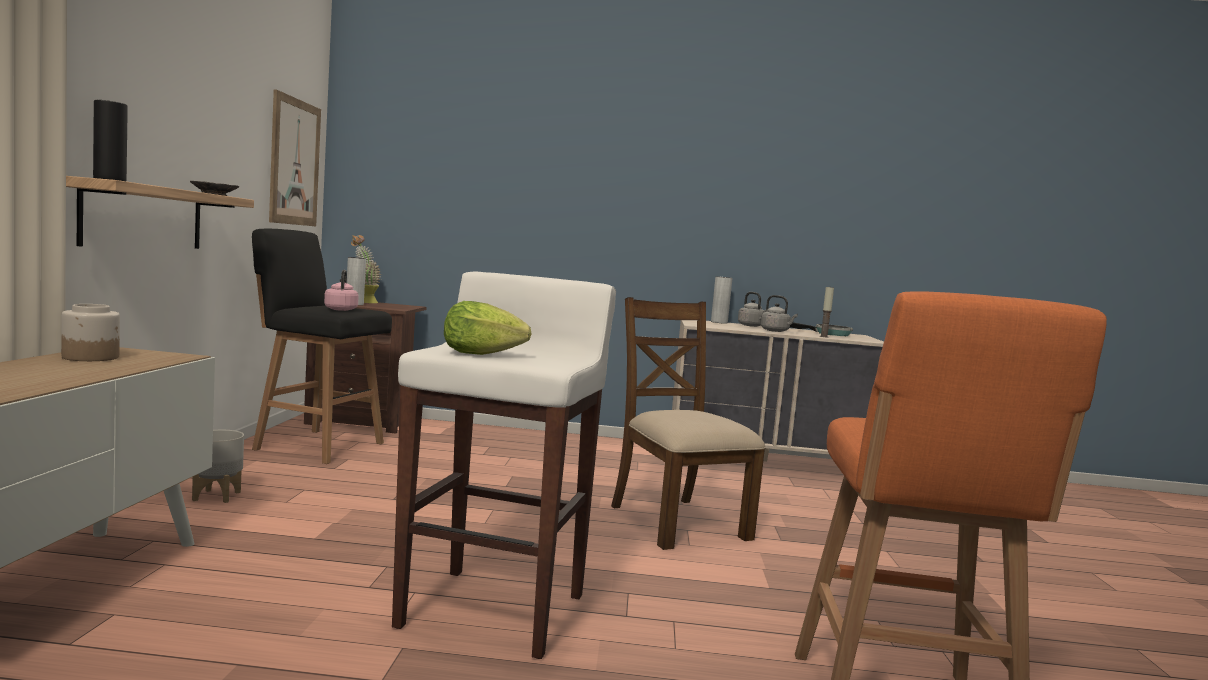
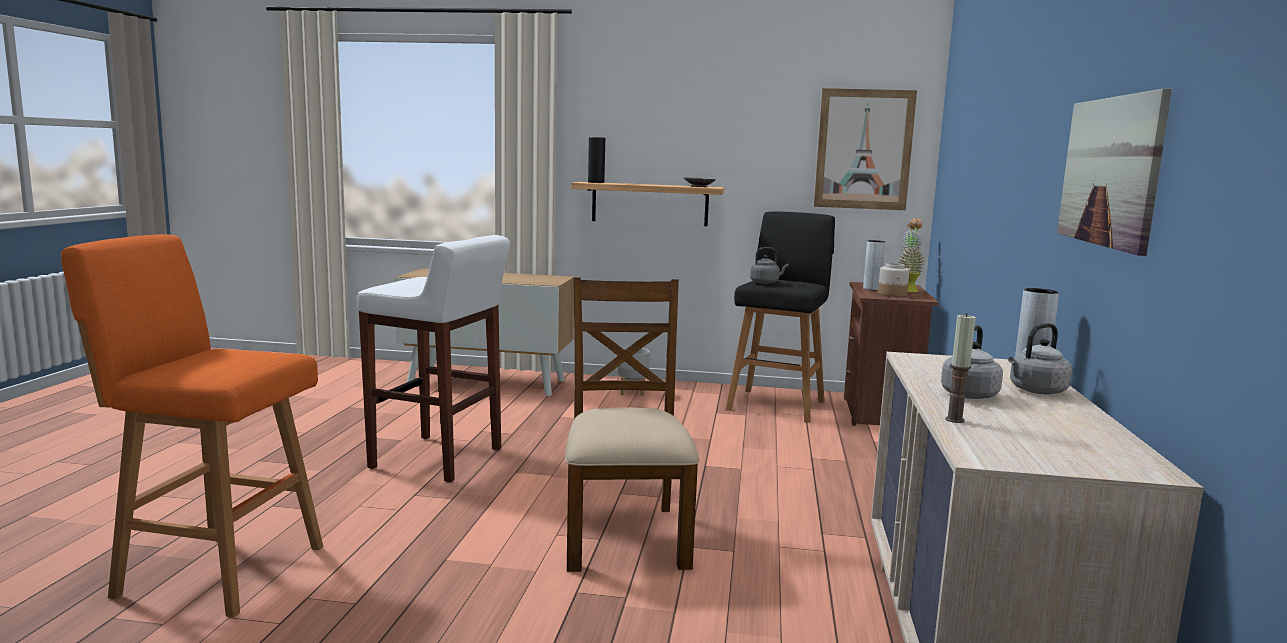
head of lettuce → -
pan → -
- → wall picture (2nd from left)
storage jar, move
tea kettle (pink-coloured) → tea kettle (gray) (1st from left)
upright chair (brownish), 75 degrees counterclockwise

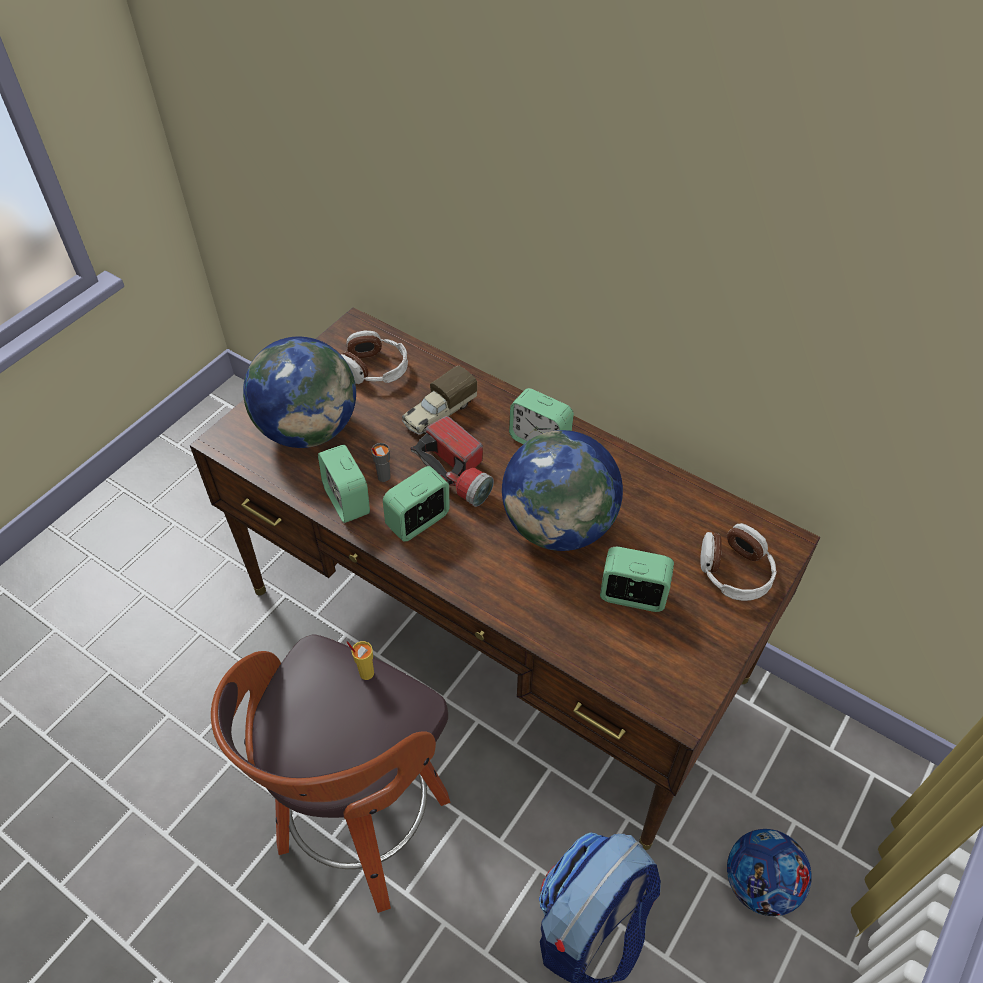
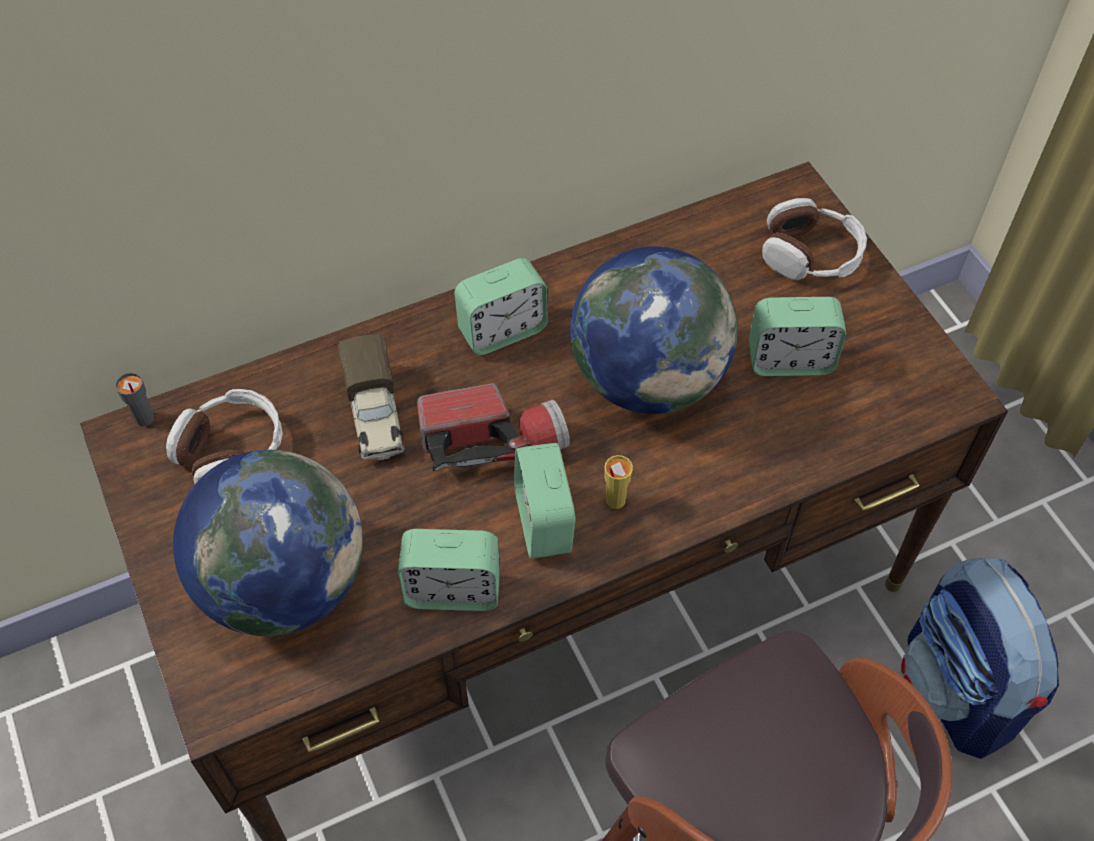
ball for football → -
cup (yellow), move
cup (gray), move
alarm clock (4th from left), 135 degrees counterclockwise

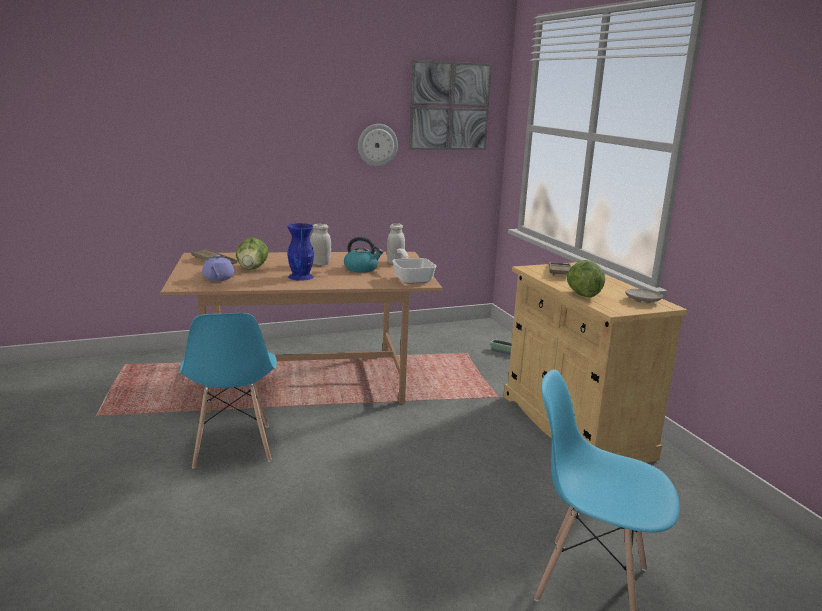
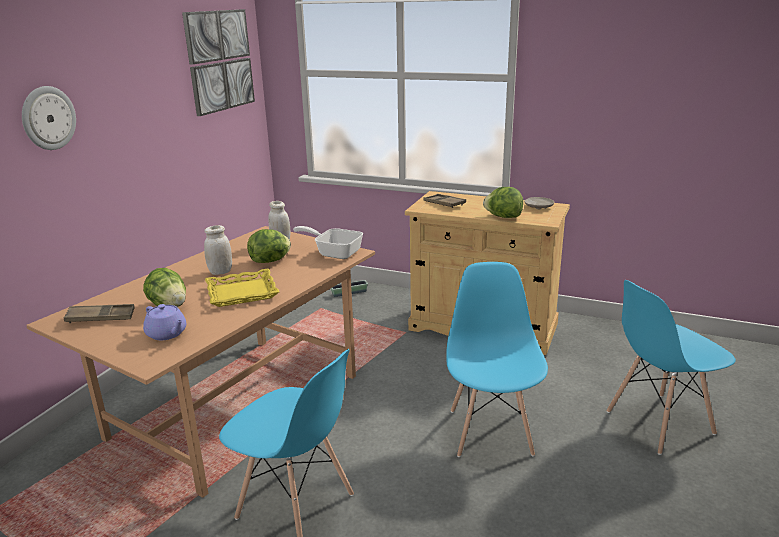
- → upright chair (blue) (2nd from left)
hanging clock, move
decorative vase (blue) → serving tray (yellow)
tea kettle → head of lettuce (2nd from left)

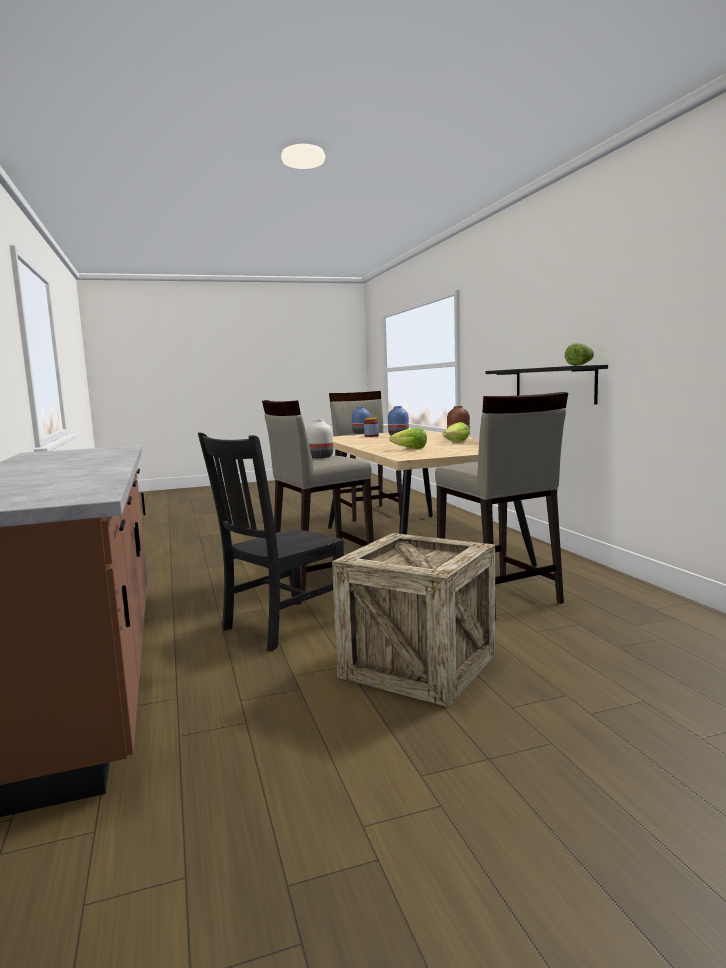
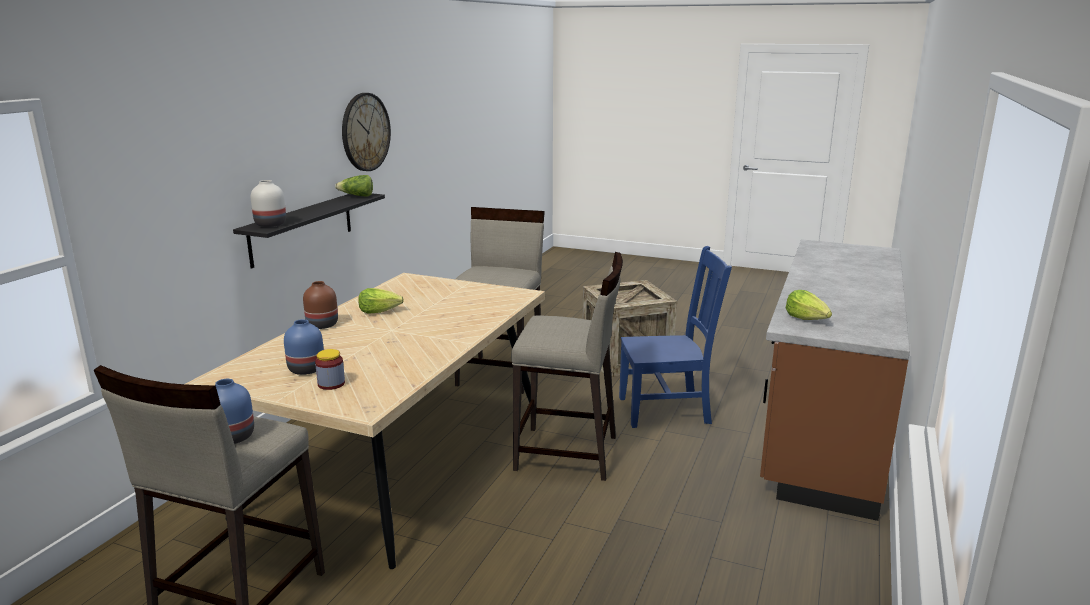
- → hanging clock
decorative vase (white), move
head of lettuce (1st from left in the first image) → head of lettuce (3rd from left), move
upright chair (black-coloured) → upright chair (blue)

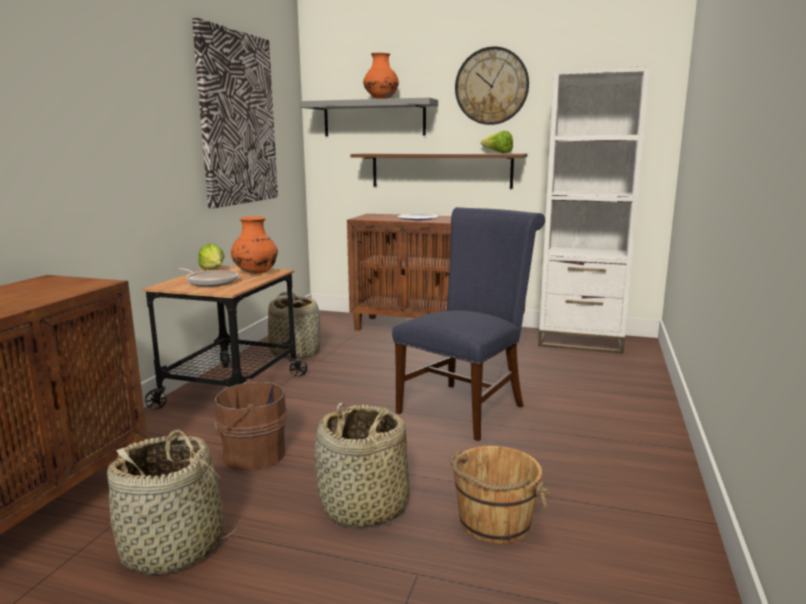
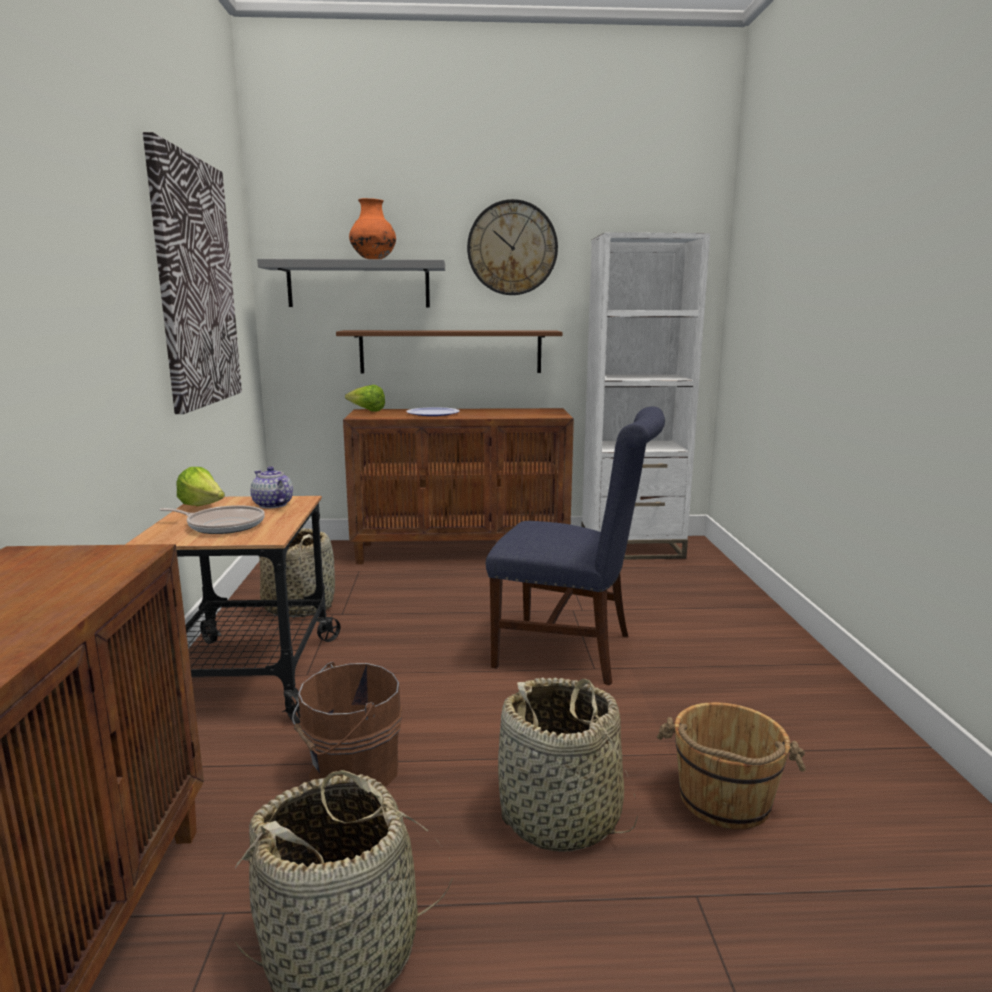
head of lettuce (2nd from left), move
decorative vase (orangey) (1st from left) → tea pot
upright chair (blue), 90 degrees clockwise

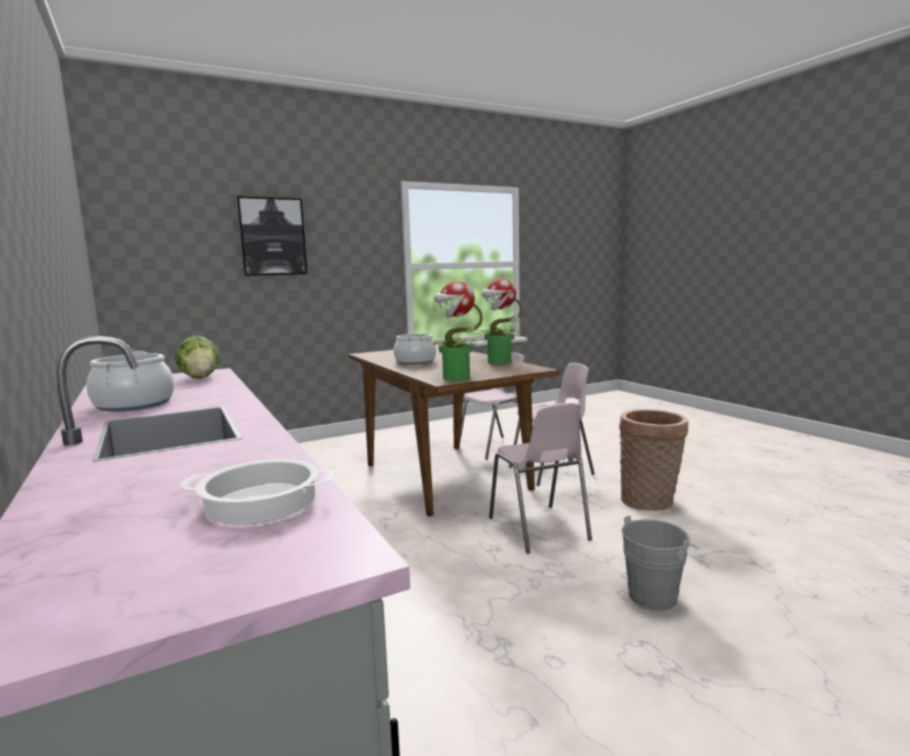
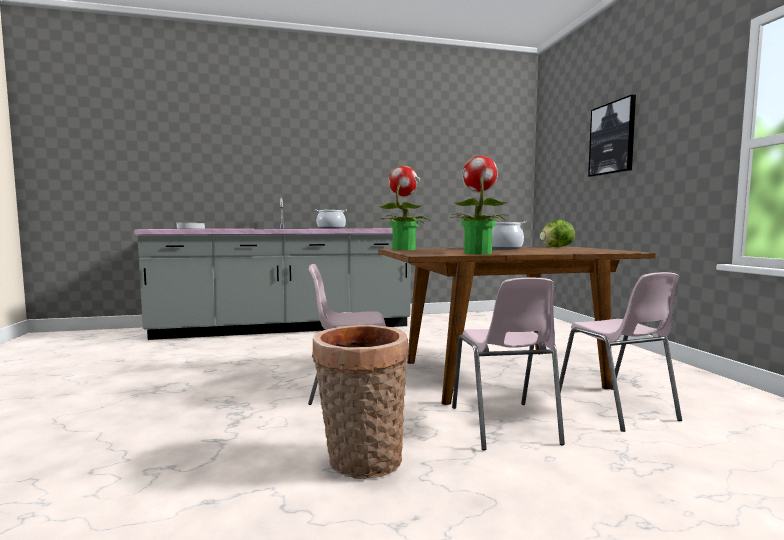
bucket (gray) → -
head of lettuce, move

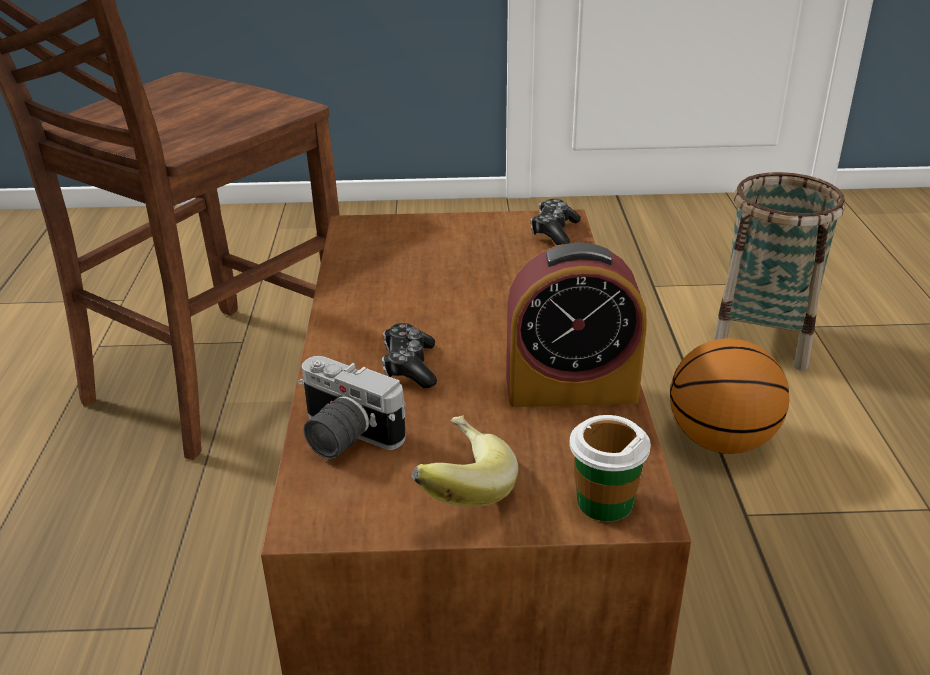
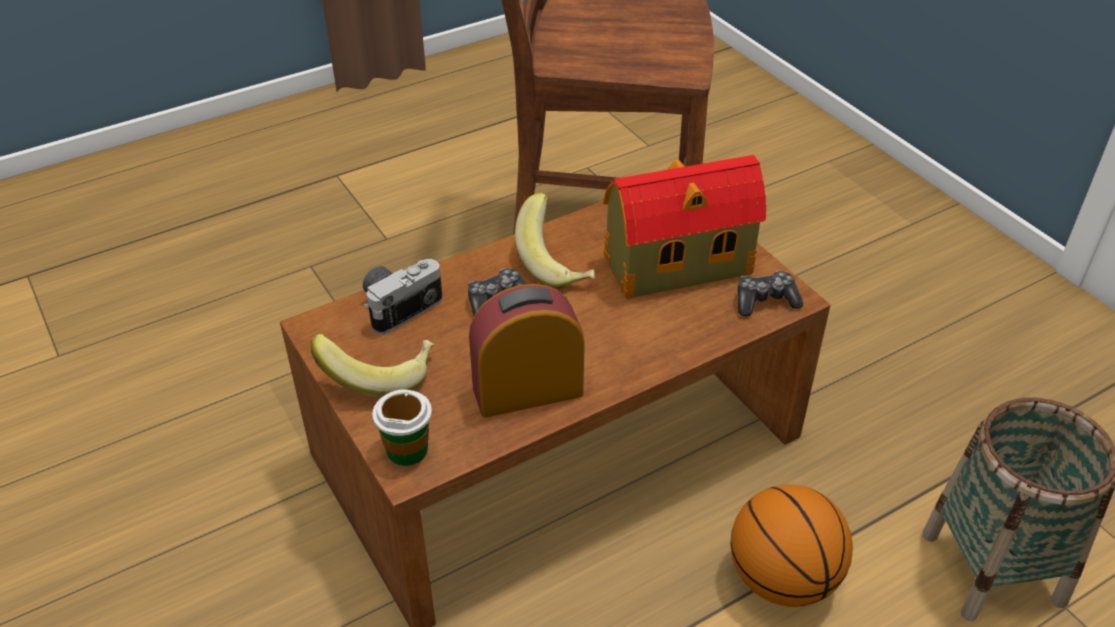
- → banana (2nd from left)
- → miniature house
photo camera, 45 degrees clockwise
alarm clock, 105 degrees clockwise

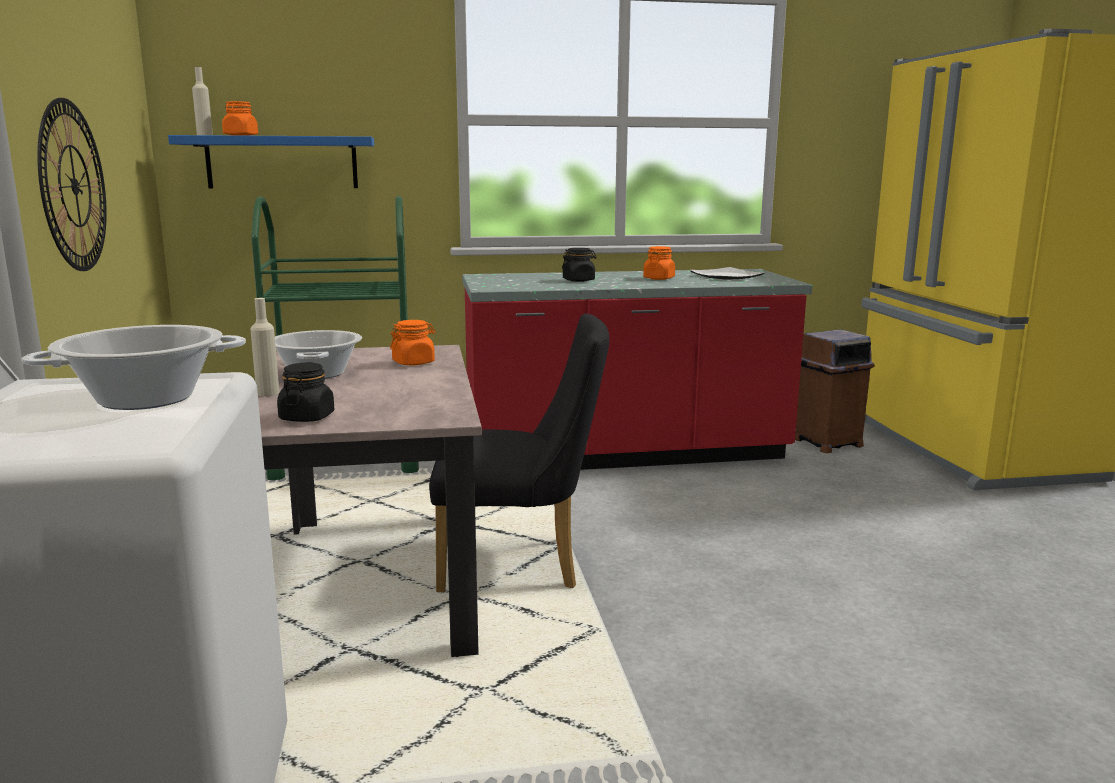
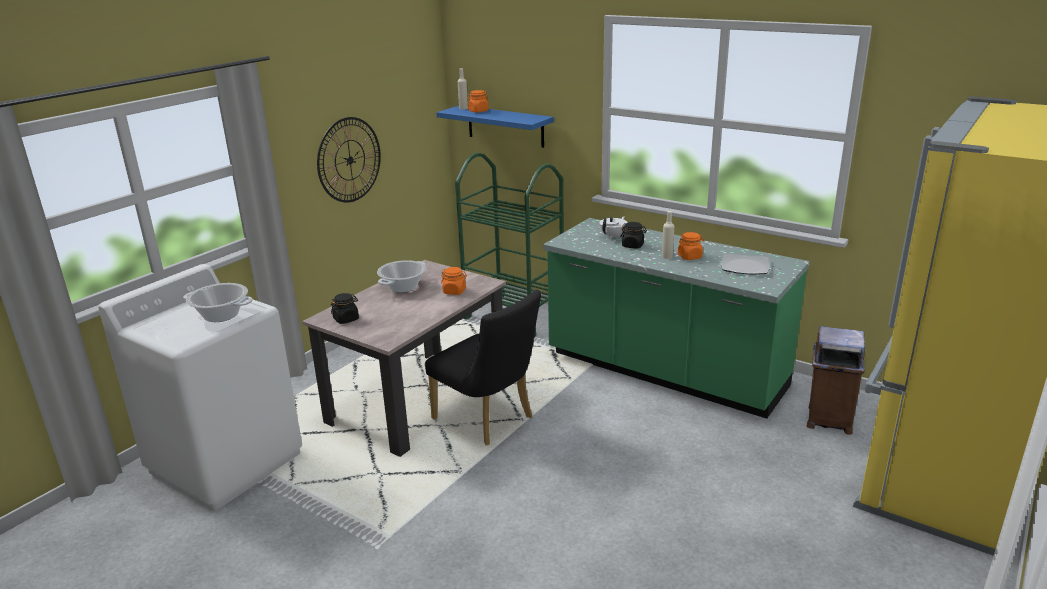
- → tea pot (white)
beverage bottle (beige) (2nd from left), move
counter (reddish) → counter (green)

